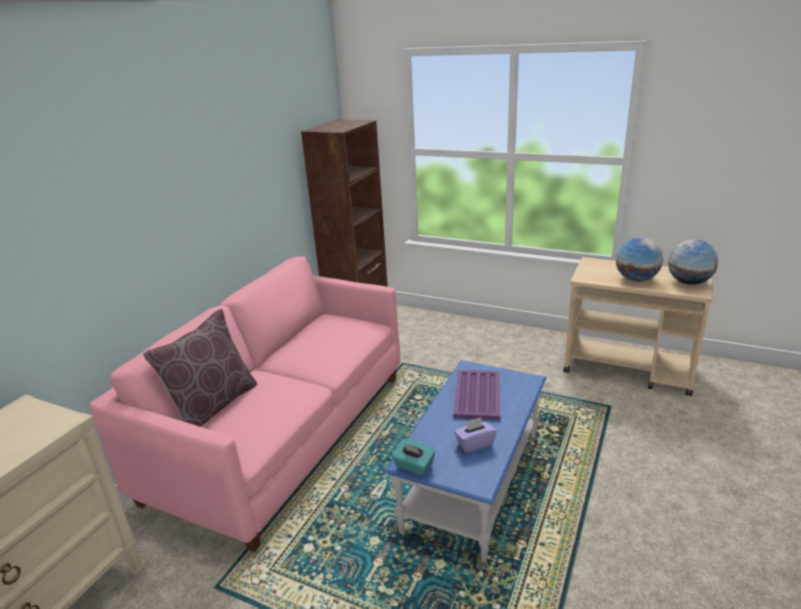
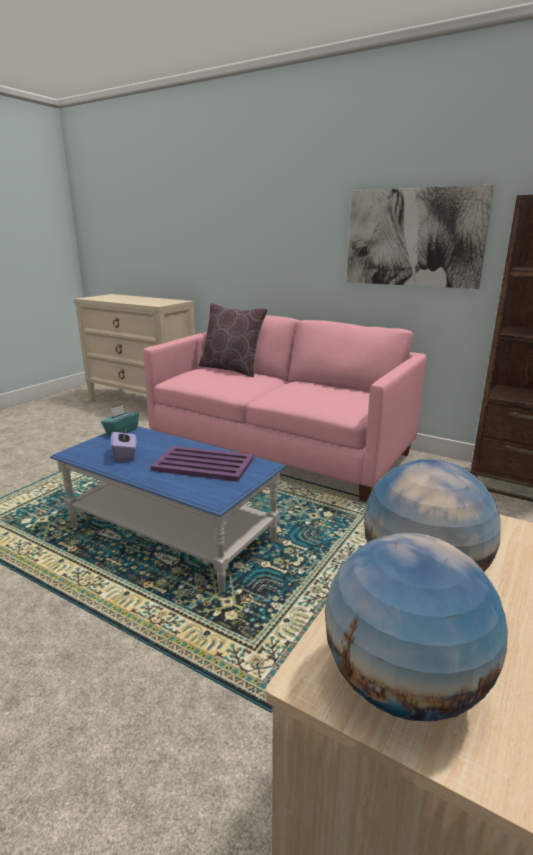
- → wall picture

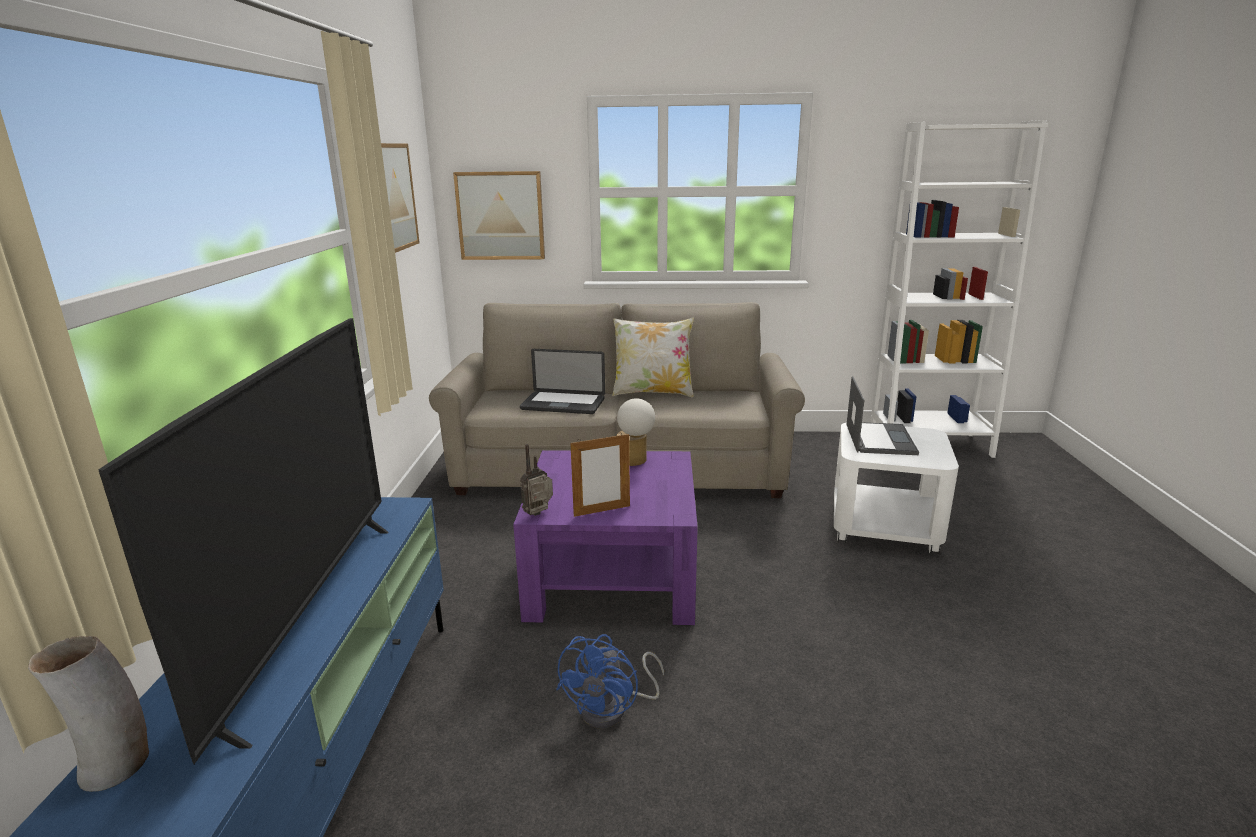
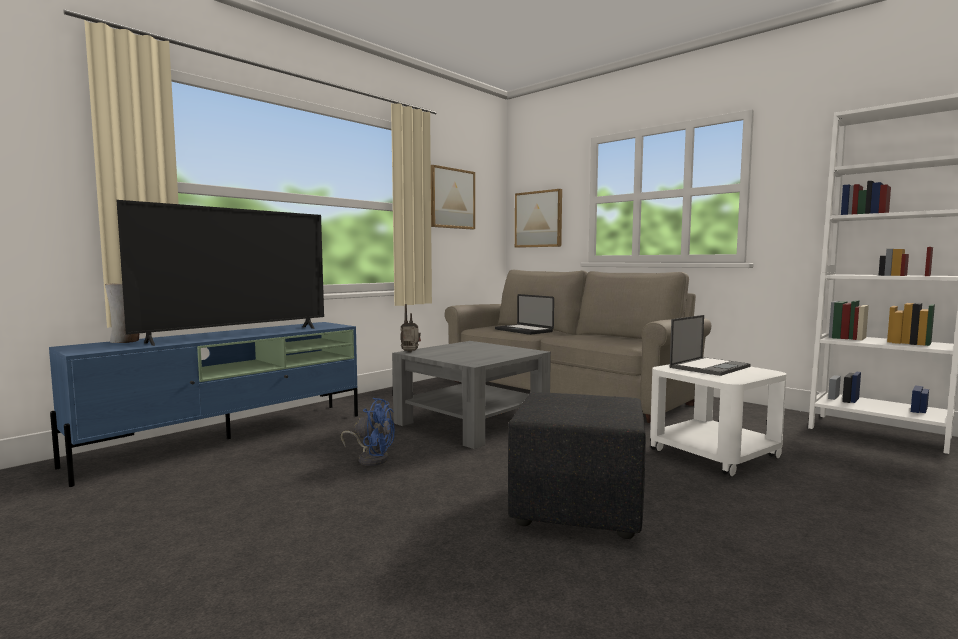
picture frame → -
throw pillow → -
lamp for a table → -
- → pouffe (black-coloured)
lounge table (purple) → lounge table (gray)
fan (blue), 135 degrees counterclockwise

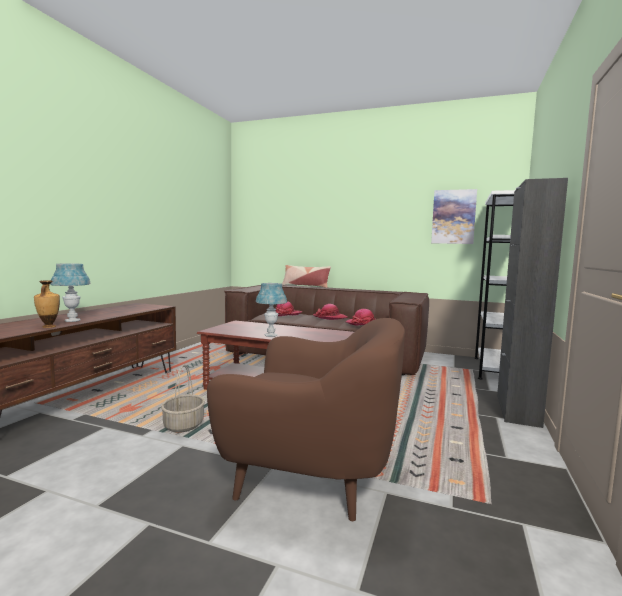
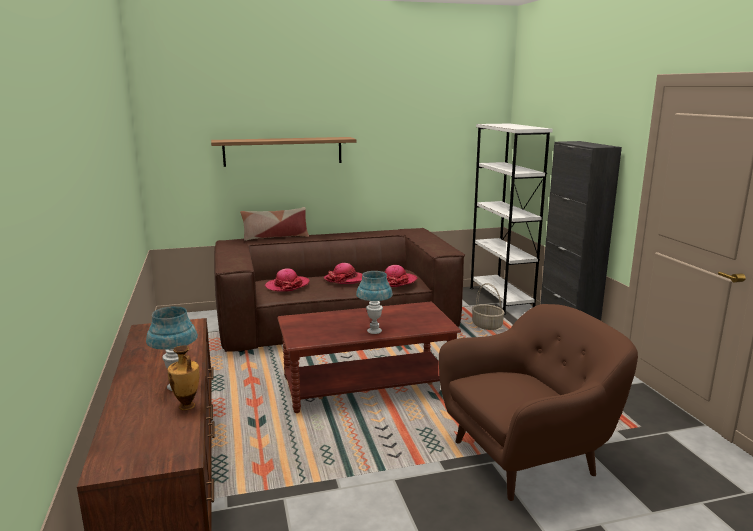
wall picture → -
- → shelf
household basket, move

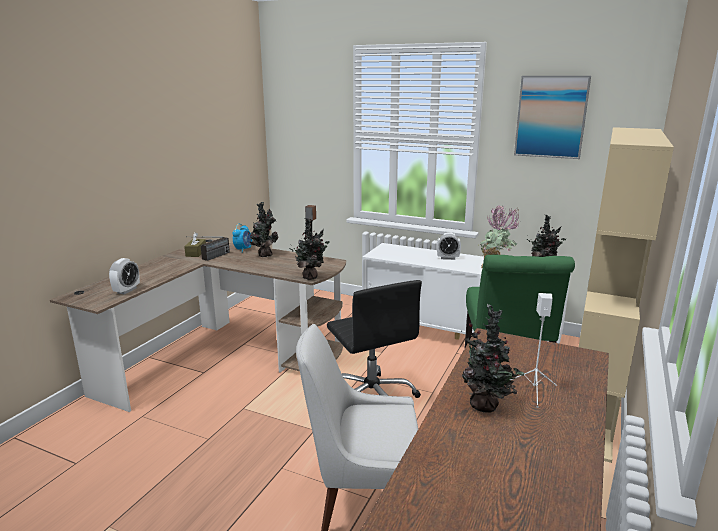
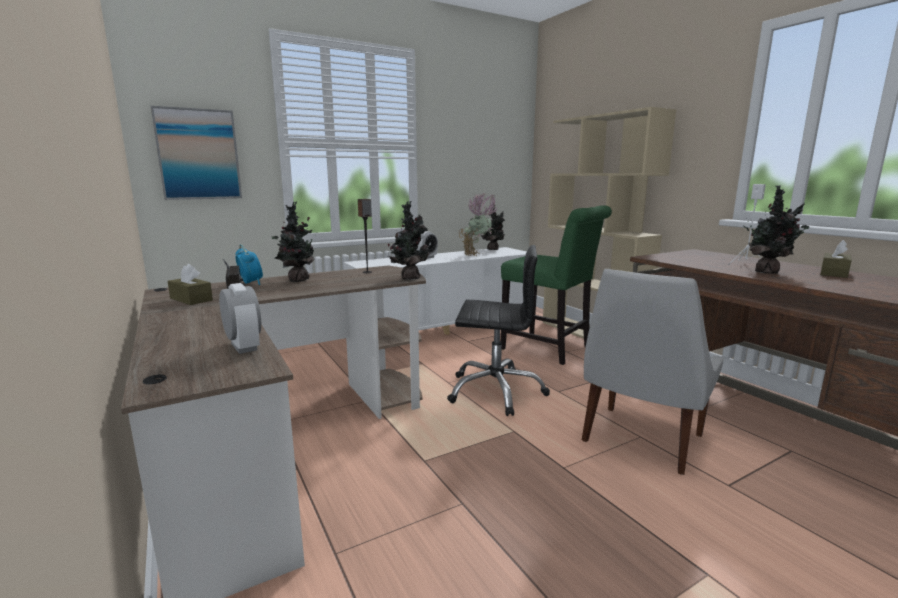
- → tissue holder (brownish) (2nd from left)
wall picture, move

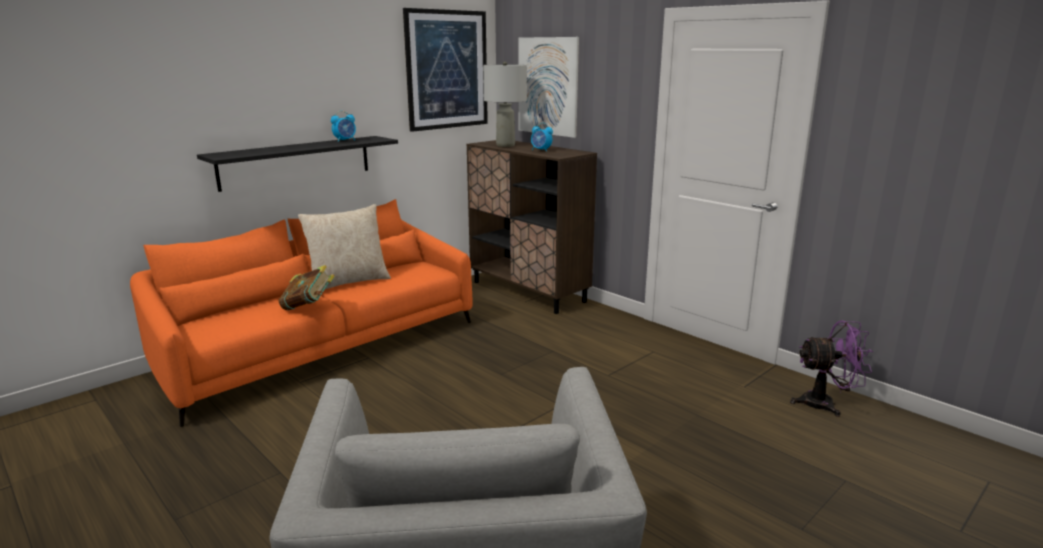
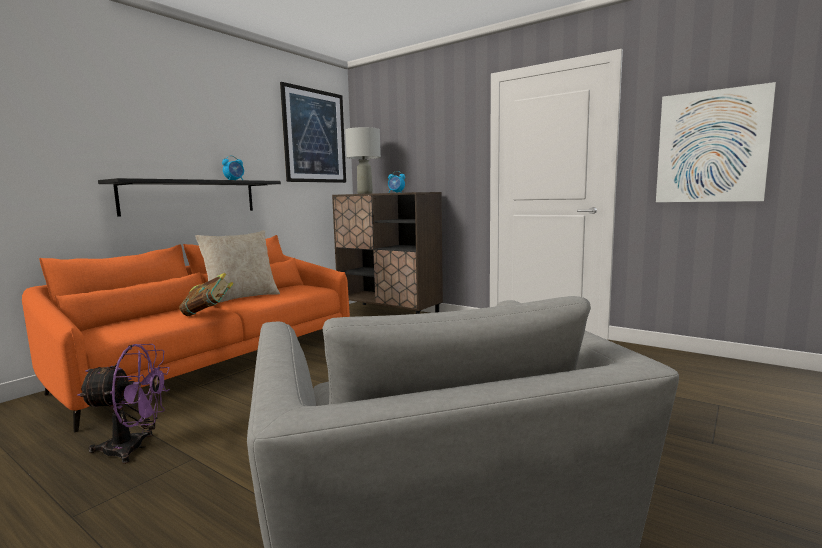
wall picture (2nd from left), move
fan (purple), move

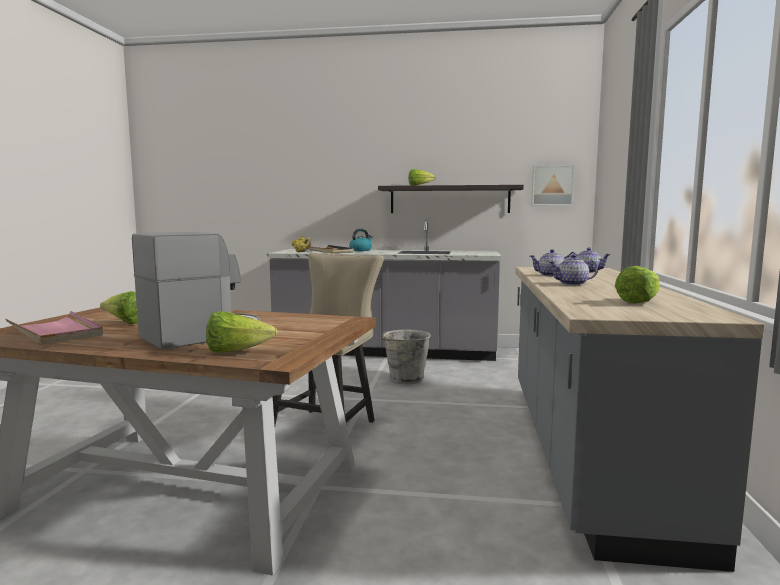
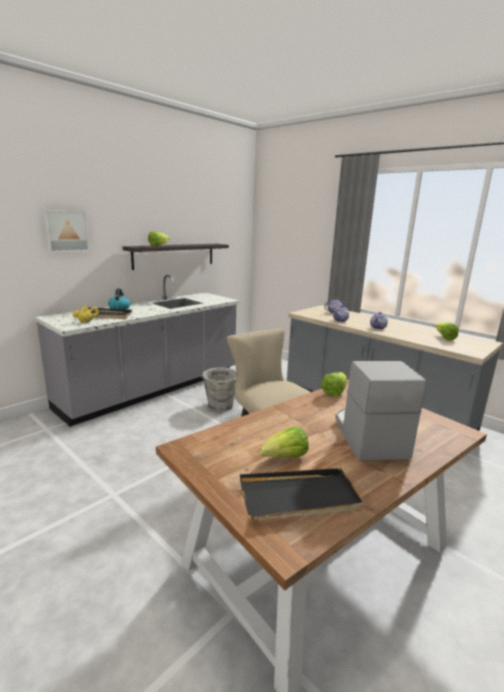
head of lettuce (2nd from left in the first image) → head of lettuce (3rd from left), move
wall picture, move
serving tray (pink-coloured) → serving tray (black-coloured) (2nd from left)

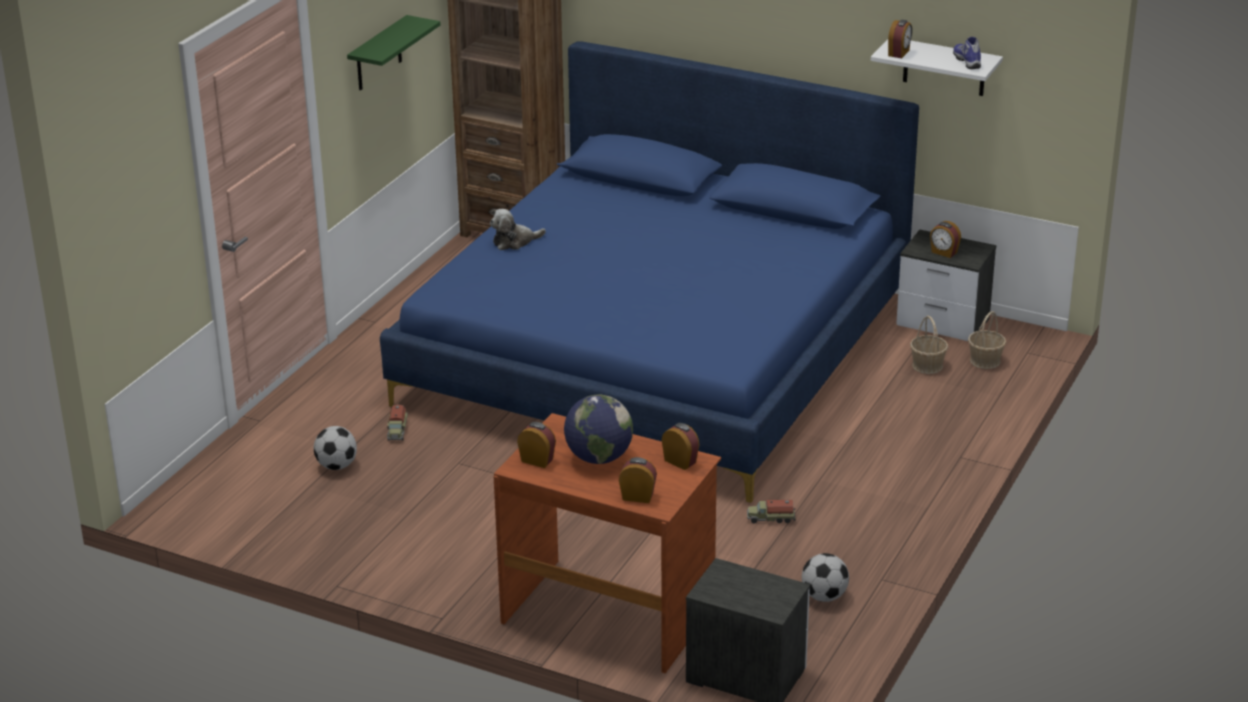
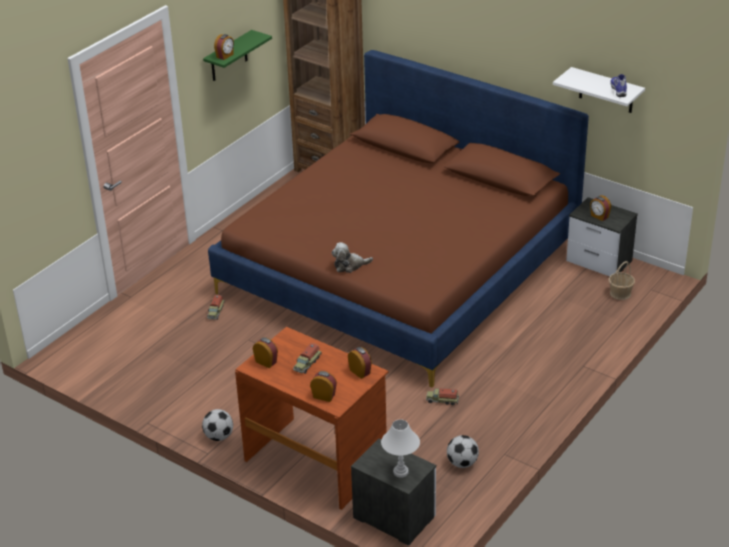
household basket (1st from left) → -
- → lamp for a table (white)
ball for football (1st from left), move
soft toy, move
alarm clock (4th from left in the first image) → alarm clock (1st from left), move
desk globe → model truck (2nd from left)
sleeping bed (blue) → sleeping bed (brownish)

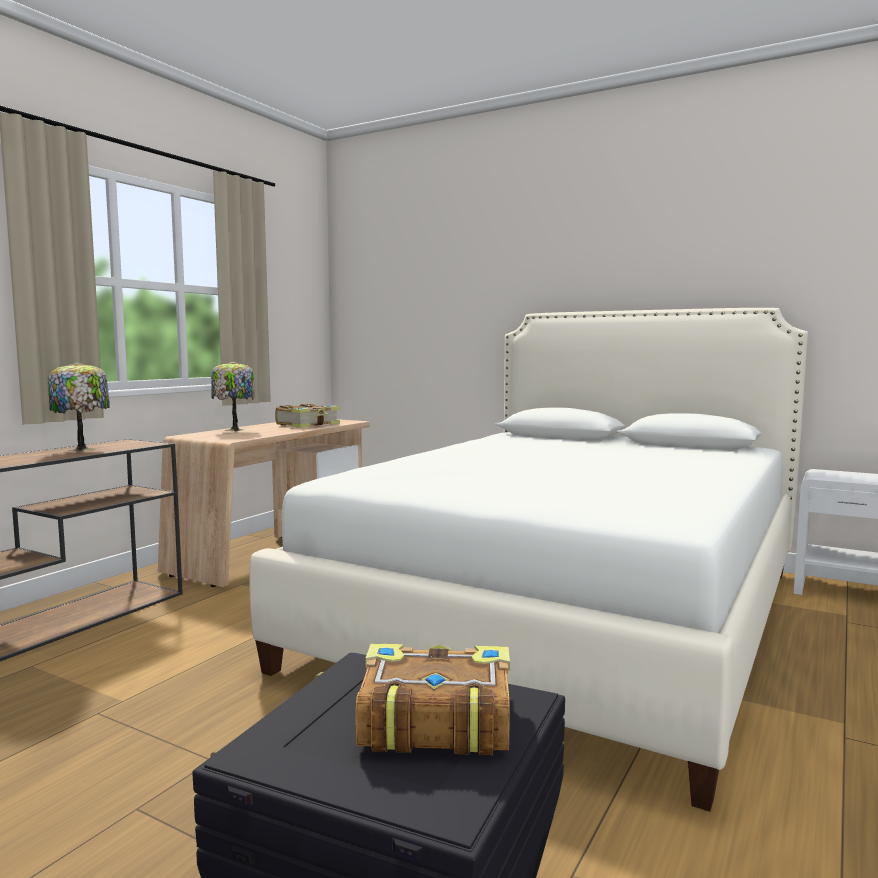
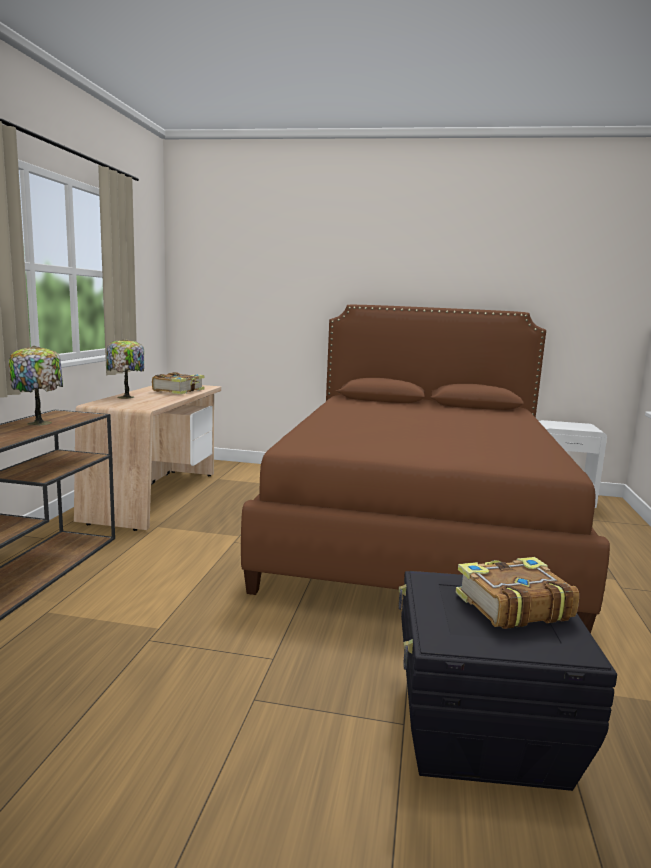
sleeping bed (white) → sleeping bed (brownish)

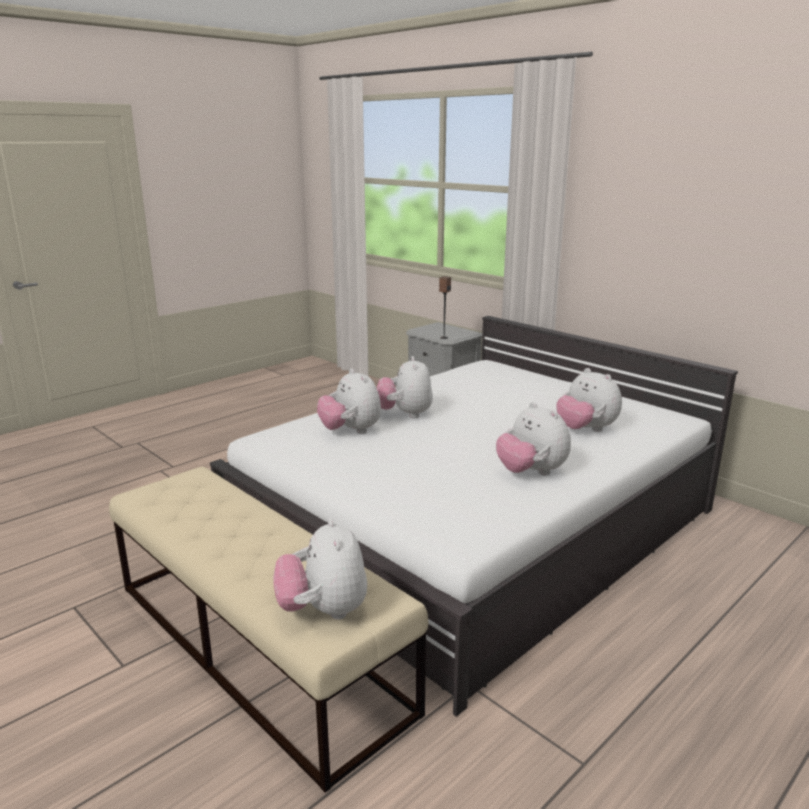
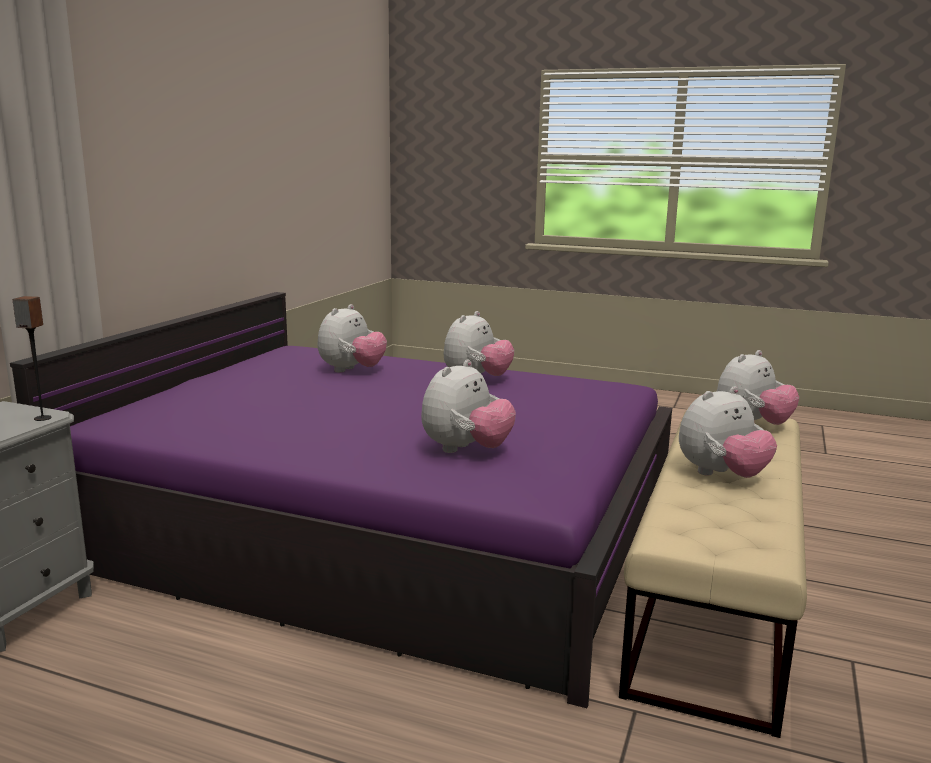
soft toy (3rd from left in the first image) → soft toy (4th from left), move
sleeping bed (white) → sleeping bed (purple)

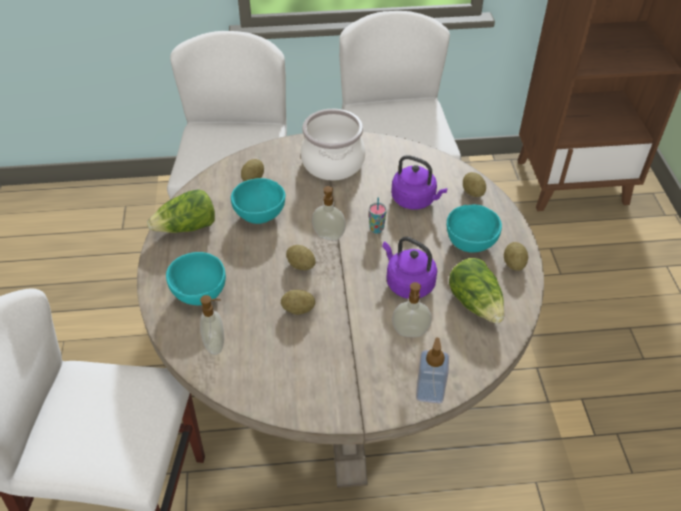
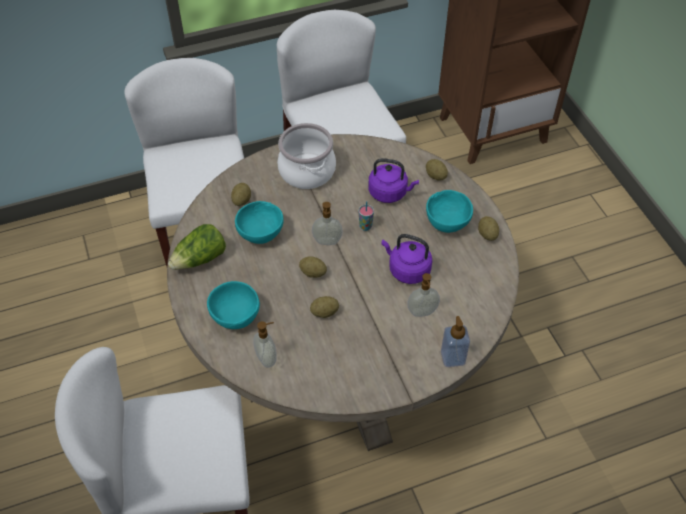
head of lettuce (2nd from left) → -

